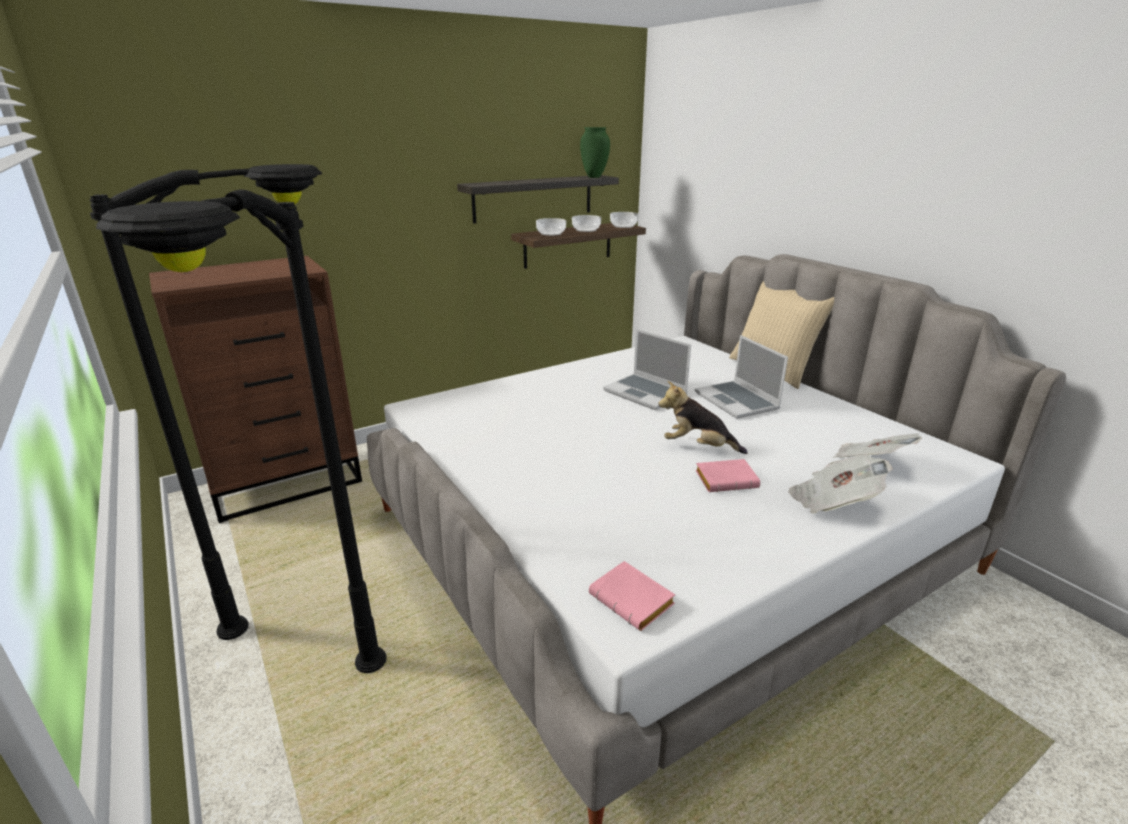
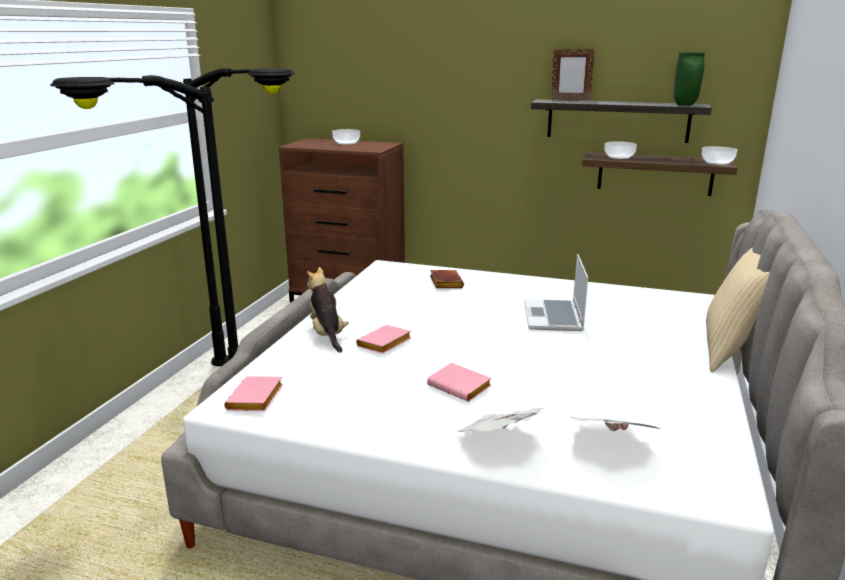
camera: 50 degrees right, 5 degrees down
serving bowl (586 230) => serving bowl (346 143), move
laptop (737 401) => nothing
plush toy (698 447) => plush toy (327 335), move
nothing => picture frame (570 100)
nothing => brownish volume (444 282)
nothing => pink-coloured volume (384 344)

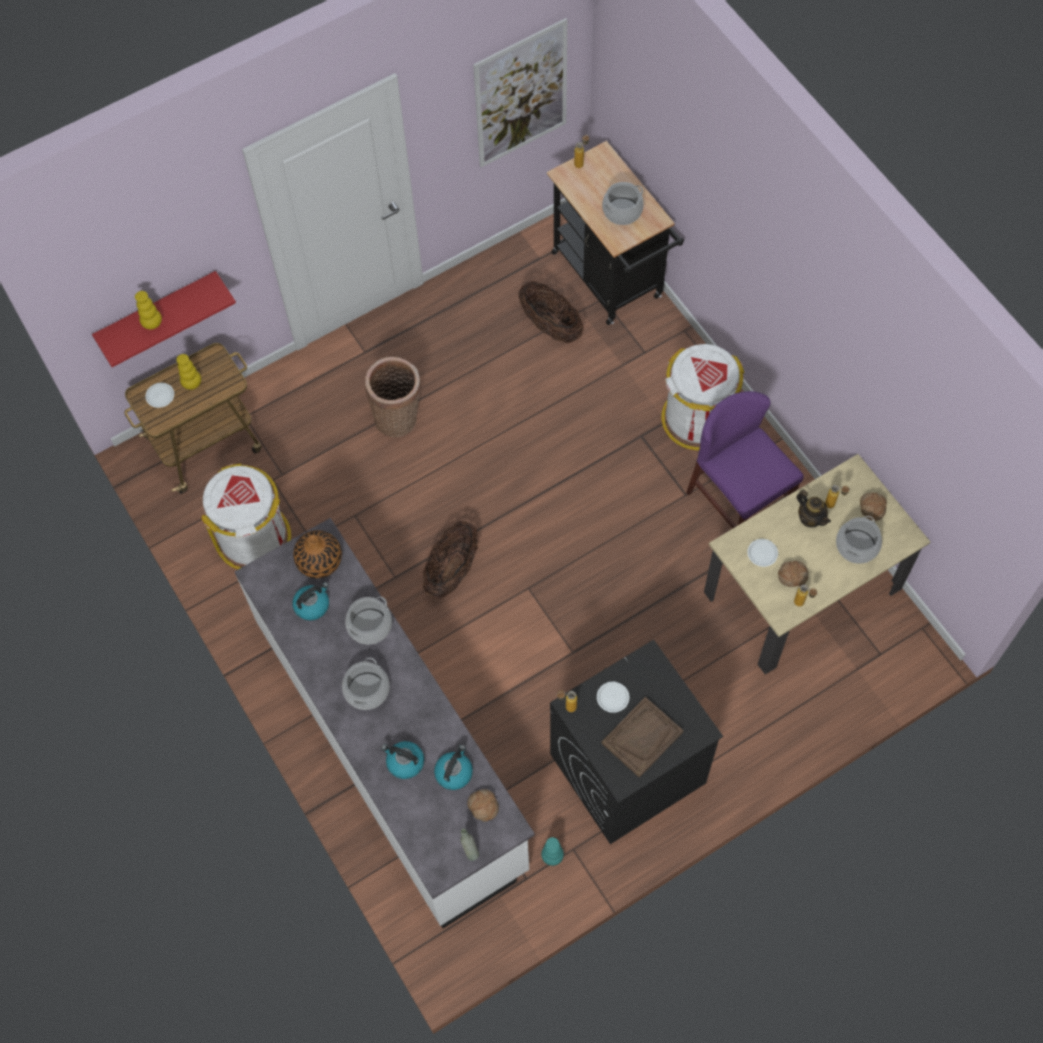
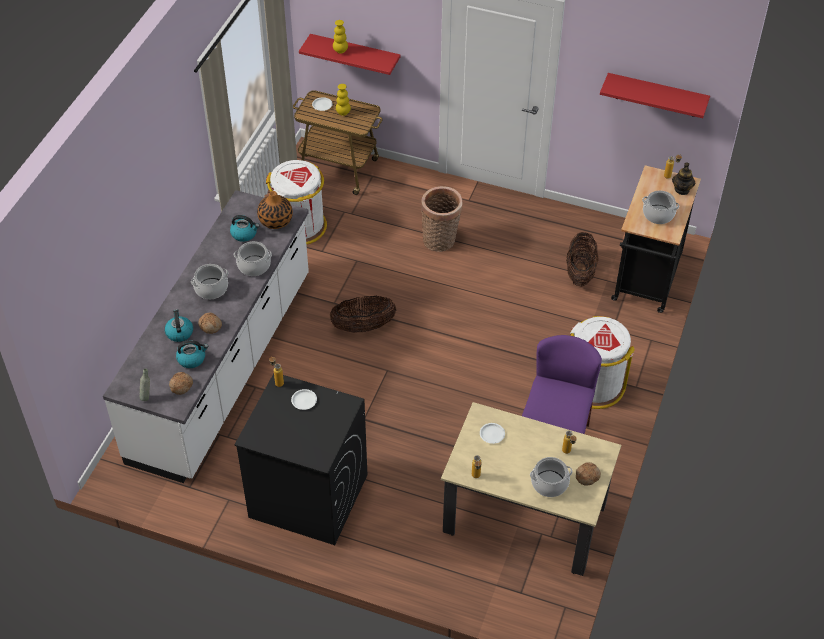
camera: 50 degrees right, 15 degrees down
picture (521 94) => red-coloured shelf (656 95)
teapot (810 518) => teapot (682 189), move
baked bread (792 575) => baked bread (210 325), move
brownish serving tray (642 737) => nothing
turquoise-coloured vase (552 856) => nothing

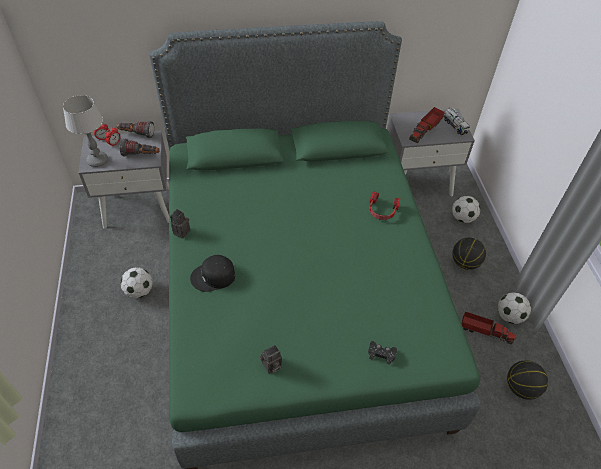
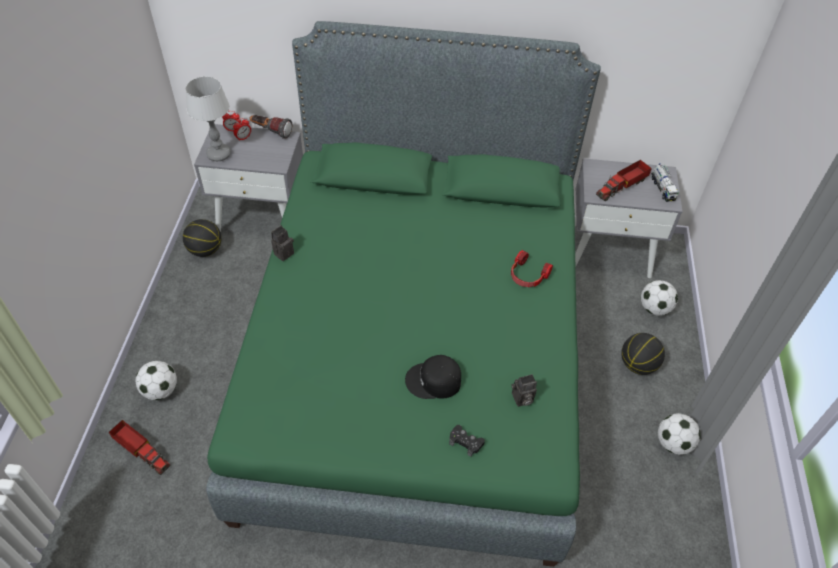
camera: 15 degrees right, 0 degrees up
torch (141 155) => nothing
blackish cap (213 276) => blackish cap (434 381), move
football ball (139 291) => football ball (161 391), move
toy lorry (484 331) => toy lorry (141 451), move
photo camera (271 366) => photo camera (521 399), move
basketball (521 388) => basketball (205 250), move

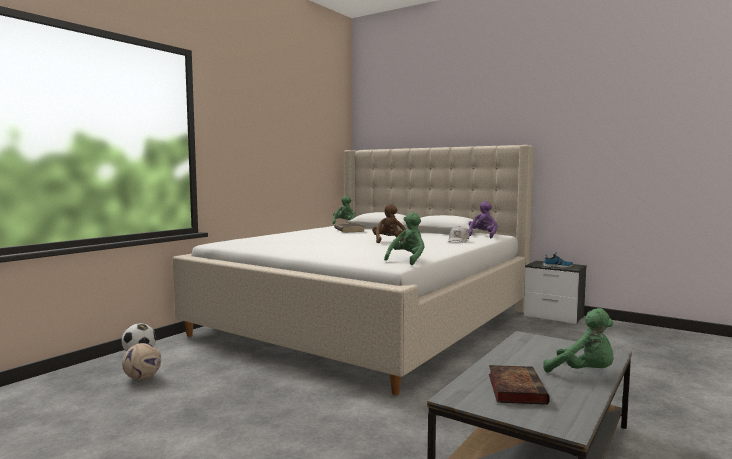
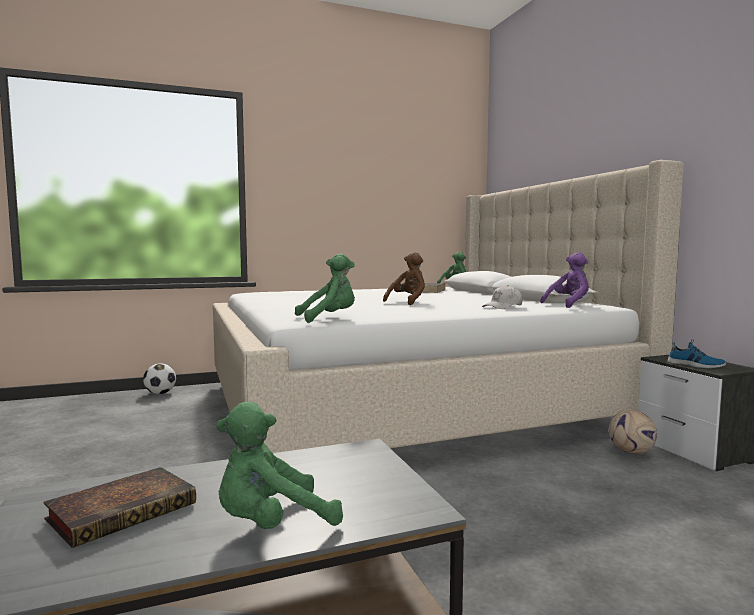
camera: 35 degrees right, 0 degrees up
green plush toy (583 373) => green plush toy (272 524), 75 degrees clockwise
football ball (142 378) => football ball (631 452), move

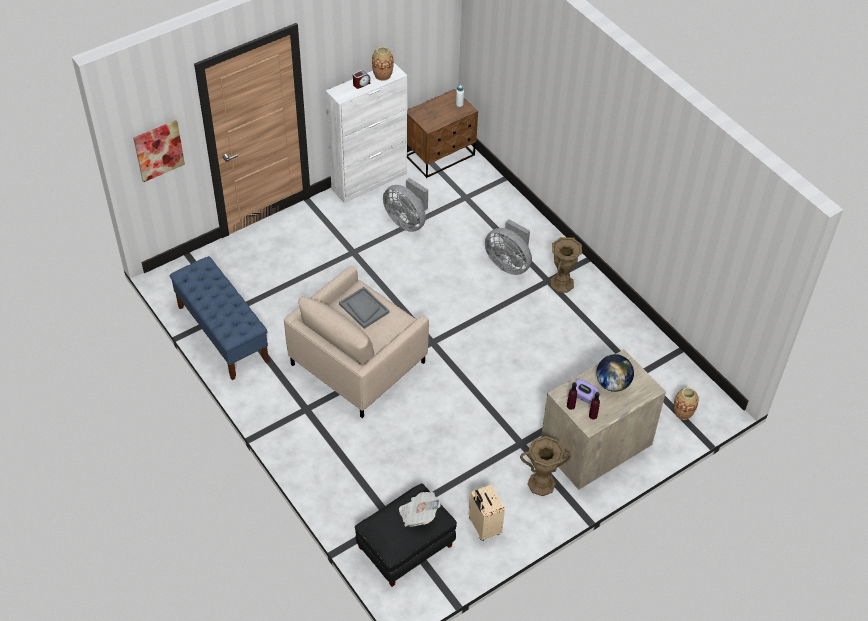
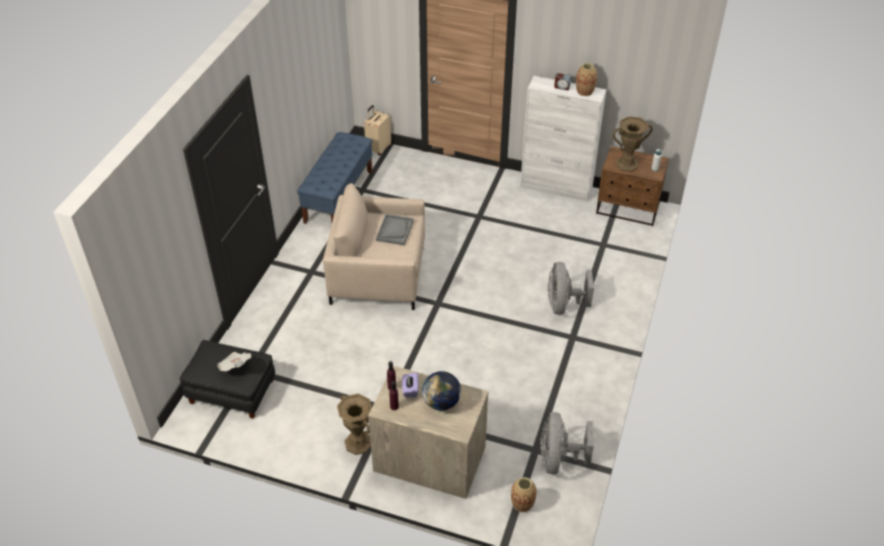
camera: 55 degrees right, 5 degrees down
picture (158 150) => nothing
greyish cooling fan (407 221) => greyish cooling fan (558 459), move
brownish vase (562 284) => brownish vase (627 164), move
beige-coloured suitcase (483 527) => beige-coloured suitcase (378 148), move

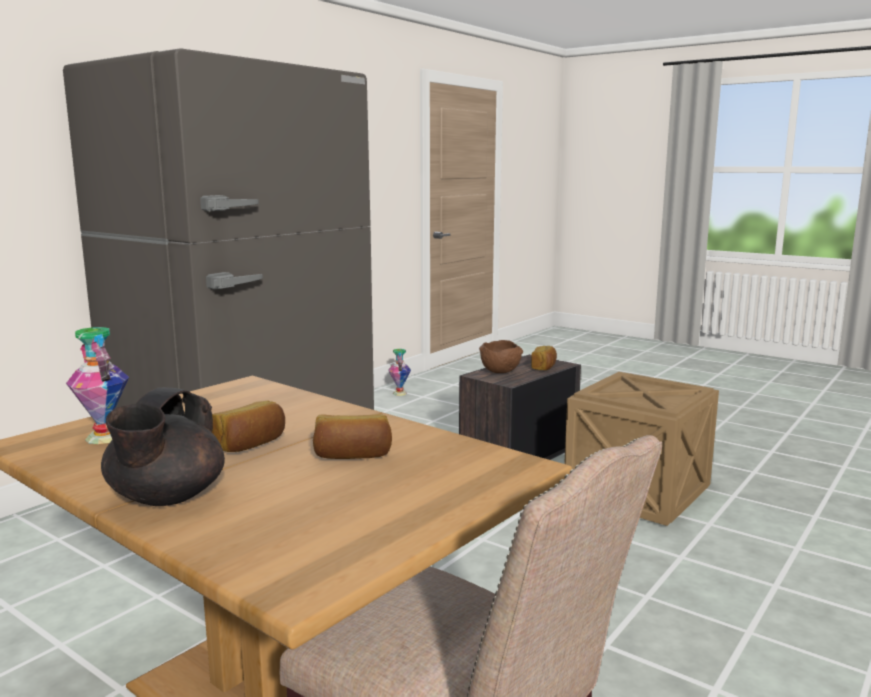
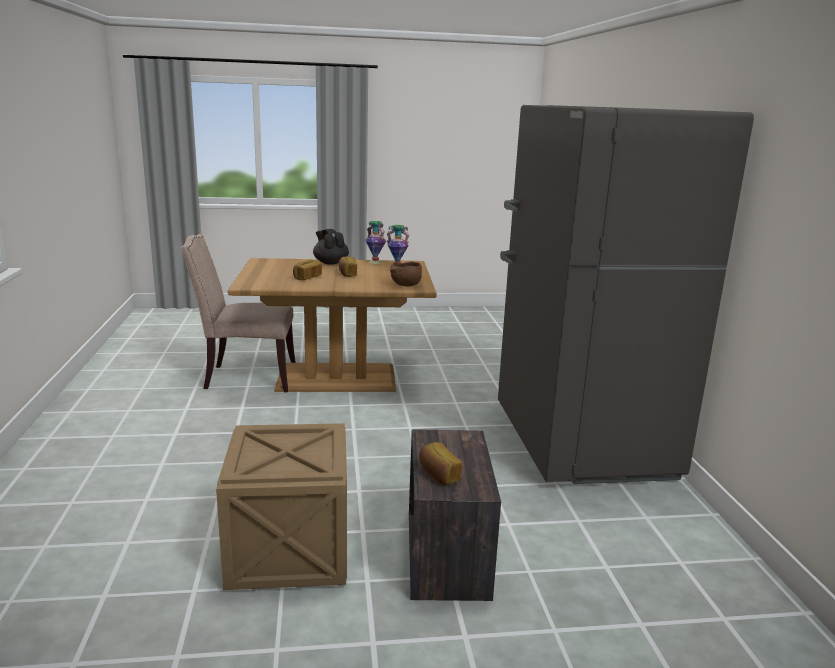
camera: 135 degrees right, 5 degrees up
brownish serving bowl (501 372) => brownish serving bowl (405 286), move
vase (400 393) => vase (375 262), move

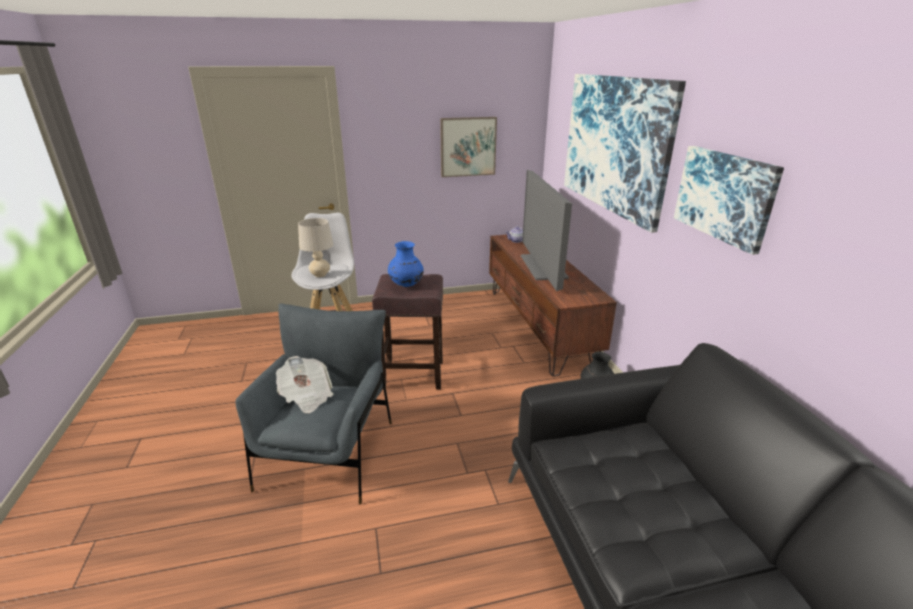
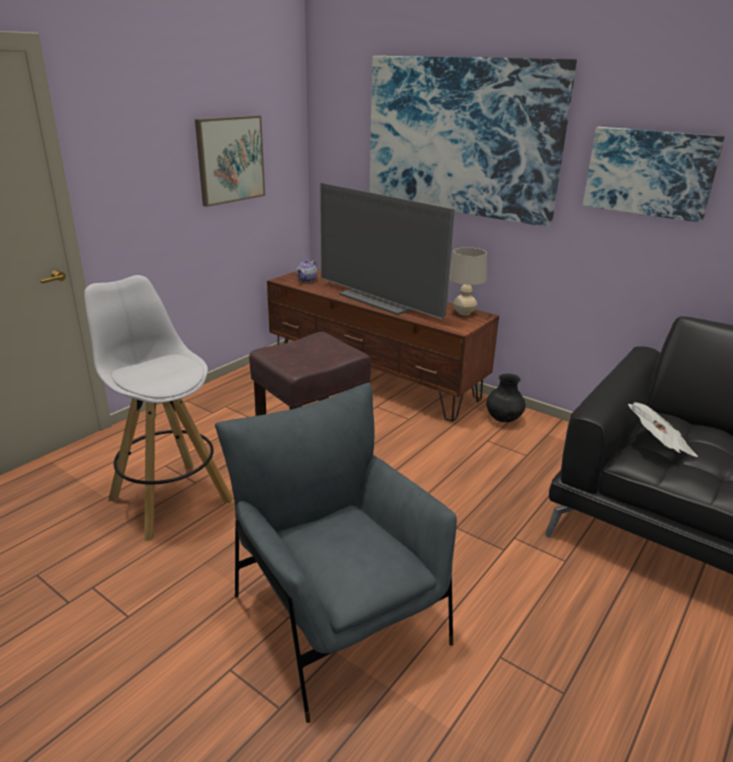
camera: 40 degrees left, 0 degrees up
beige-coloured table lamp (320 275) => beige-coloured table lamp (464 313), move
bluish vase (406 285) => nothing
newspaper (306 396) => newspaper (658 445), move

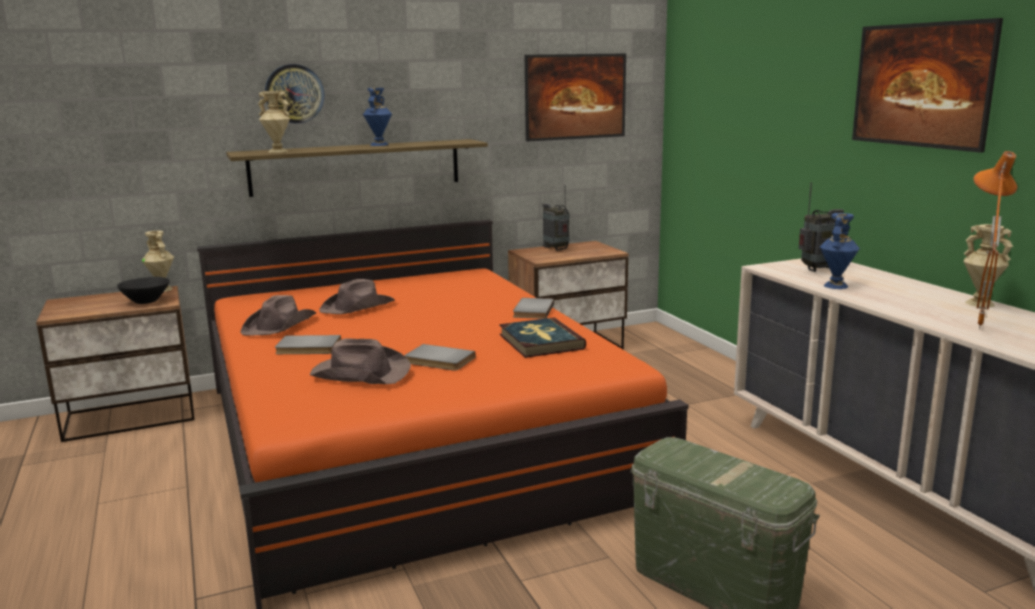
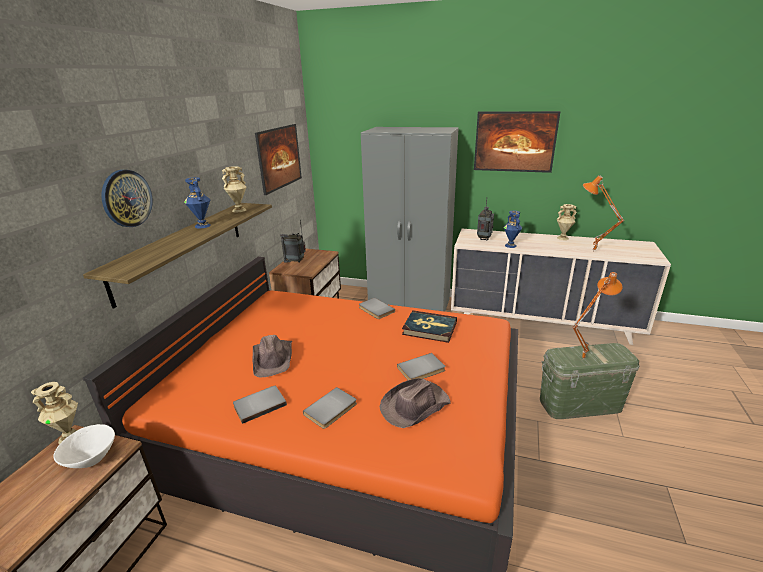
camera: 50 degrees left, 10 degrees up
beige-coloured vase (277 151) => beige-coloured vase (239 210), move
blackish serving bowl (147 301) => white-coloured serving bowl (92 458)
brownish hat (280 325) => greyish volume (259 404)
nothing => greyish armoire (410 304)
nothing => orangey table lamp (581 358)

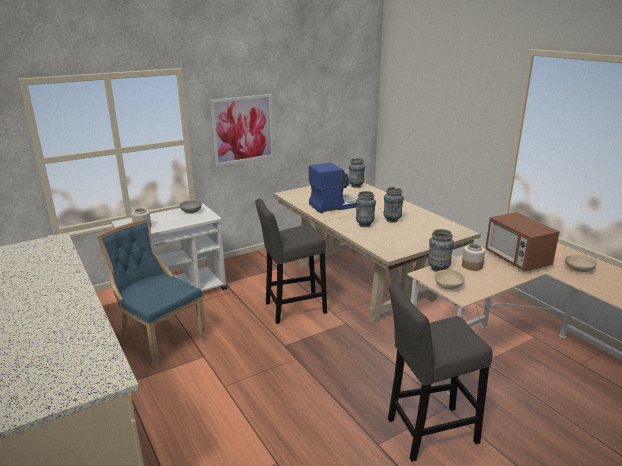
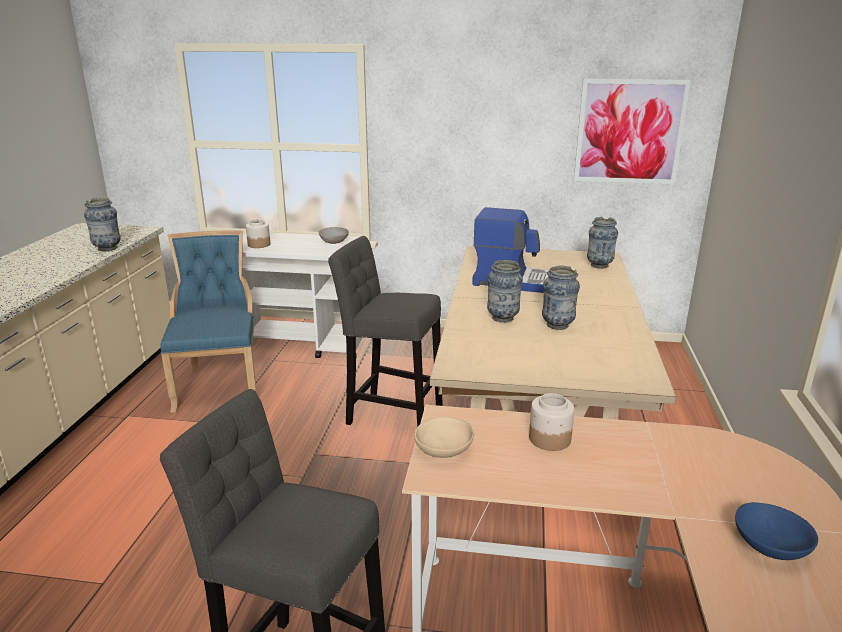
camera: 40 degrees right, 0 degrees up
picture (243 129) => picture (629 132), move
microwave (517 260) => nothing
vase (438 269) => vase (107 248), move
beige-coloured serving bowl (578 270) => bluish serving bowl (769 547)

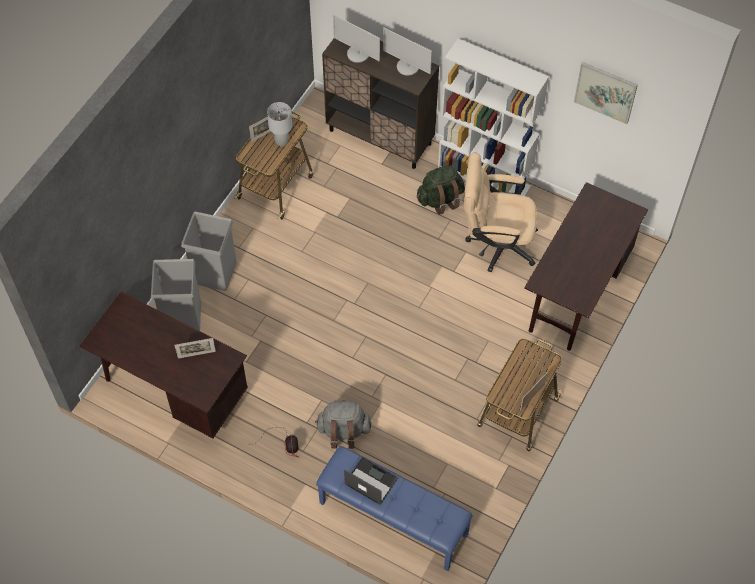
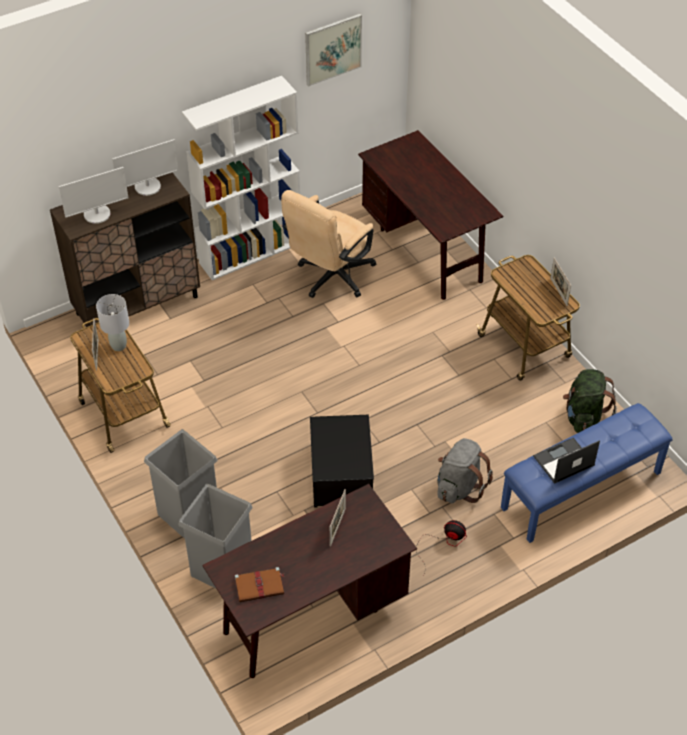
camera: 60 degrees left, 10 degrees down
green rucksack (440 199) => green rucksack (584 417), move
nothing => storage box (342 474)
nothing => brownish volume (260 586)

